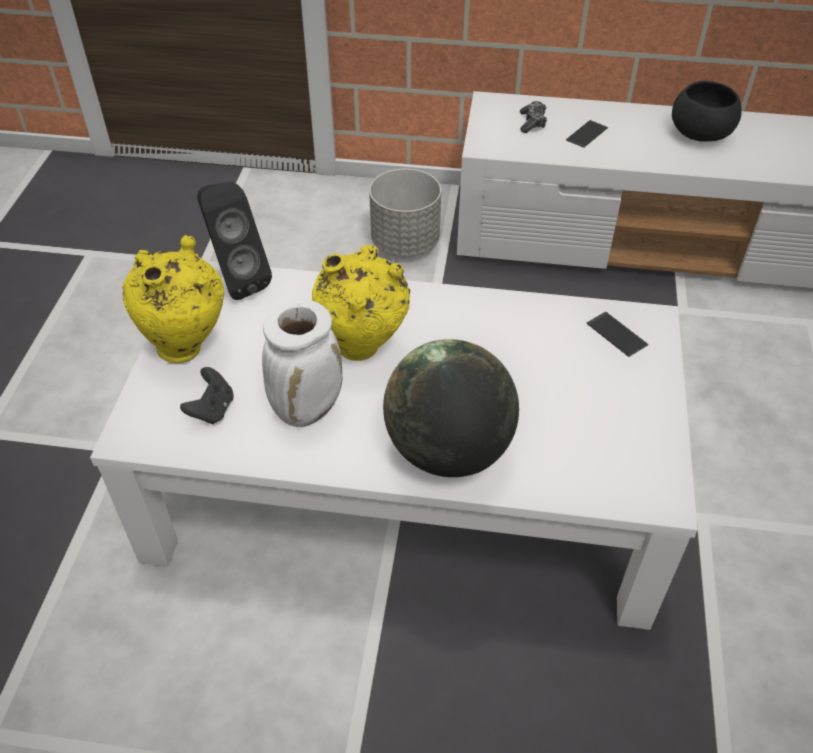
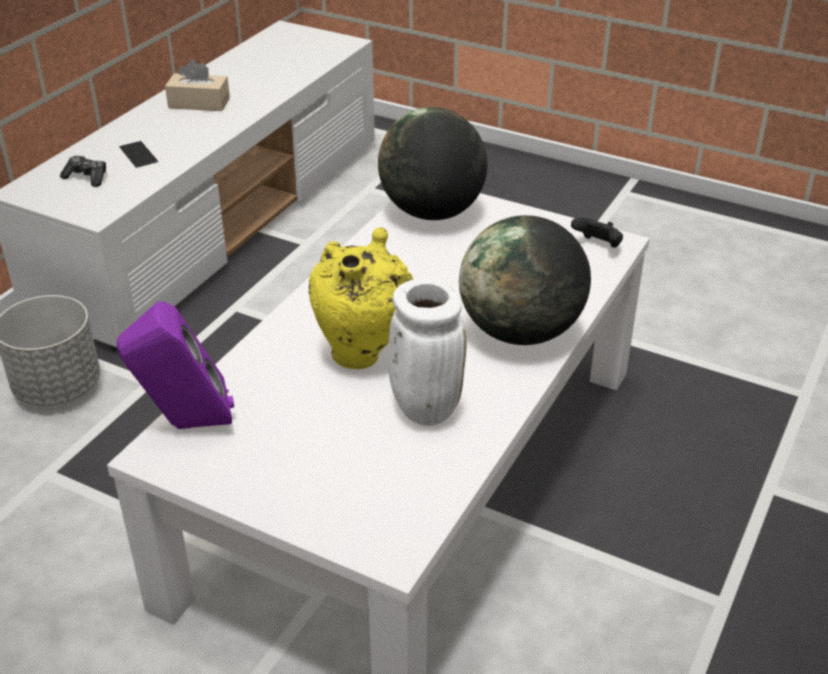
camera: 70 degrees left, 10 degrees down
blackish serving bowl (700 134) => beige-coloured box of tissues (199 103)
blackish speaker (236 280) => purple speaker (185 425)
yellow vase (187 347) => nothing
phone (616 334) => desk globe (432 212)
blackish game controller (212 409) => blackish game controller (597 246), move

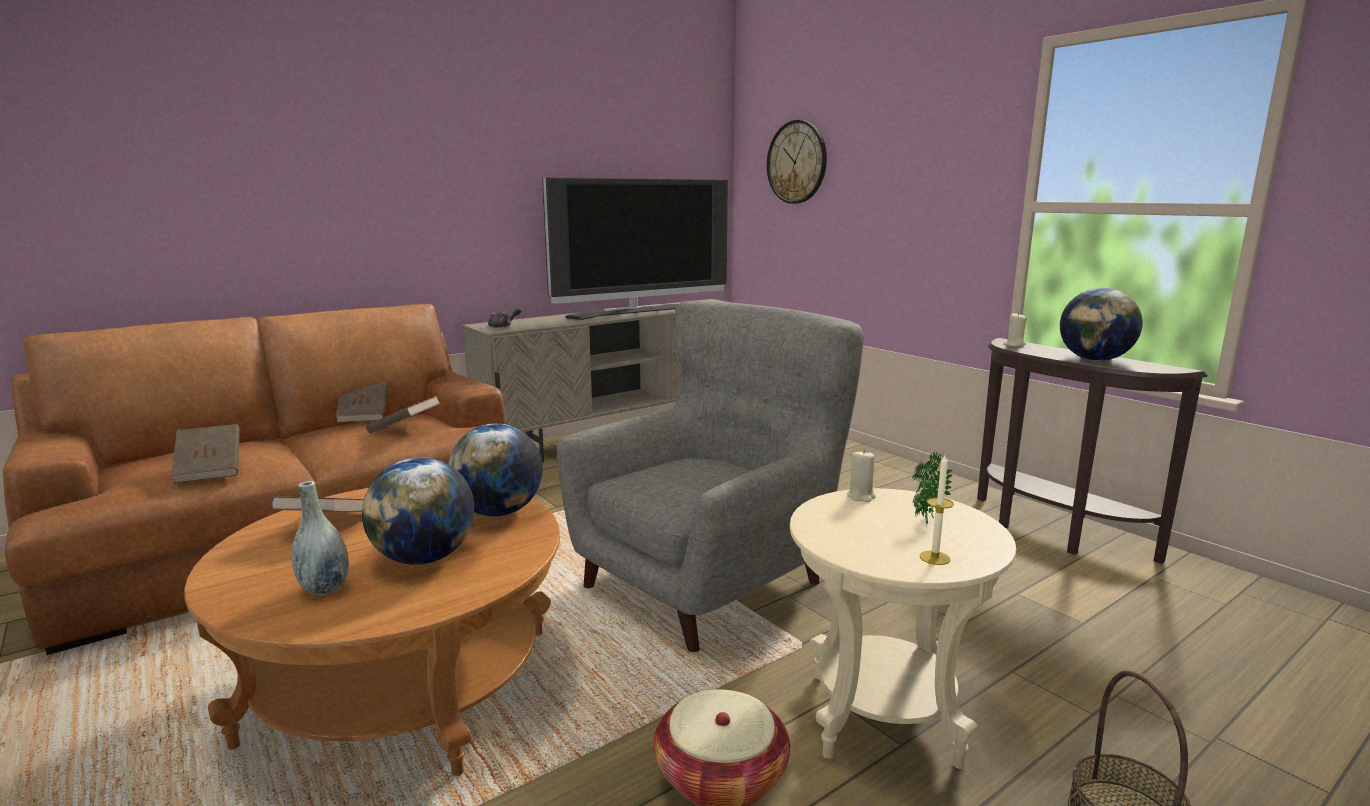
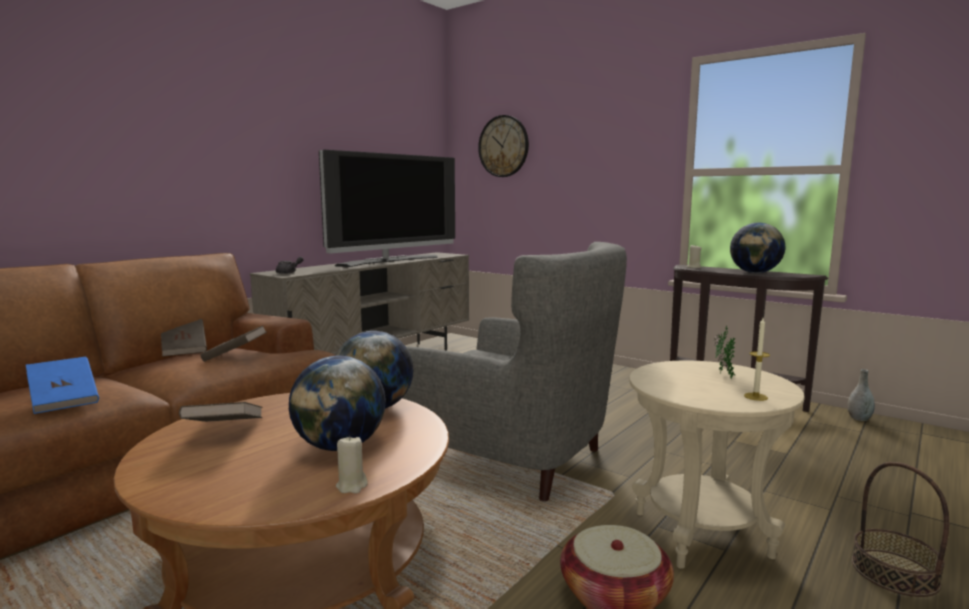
camera: 15 degrees left, 5 degrees down
greyish lounge chair (709 581) => greyish lounge chair (515 458), 90 degrees clockwise
brownish volume (210 470) => bluish volume (64 400)
beige-coloured wax light (861 496) => beige-coloured wax light (352 486), move
greyish vase (324 588) => greyish vase (859 418), move

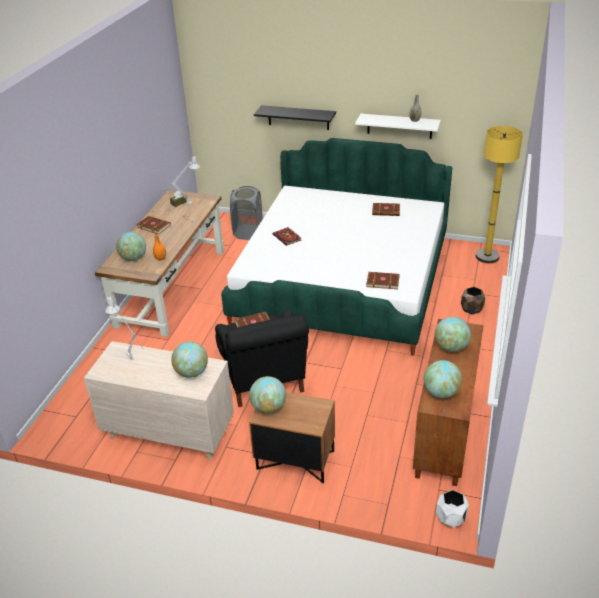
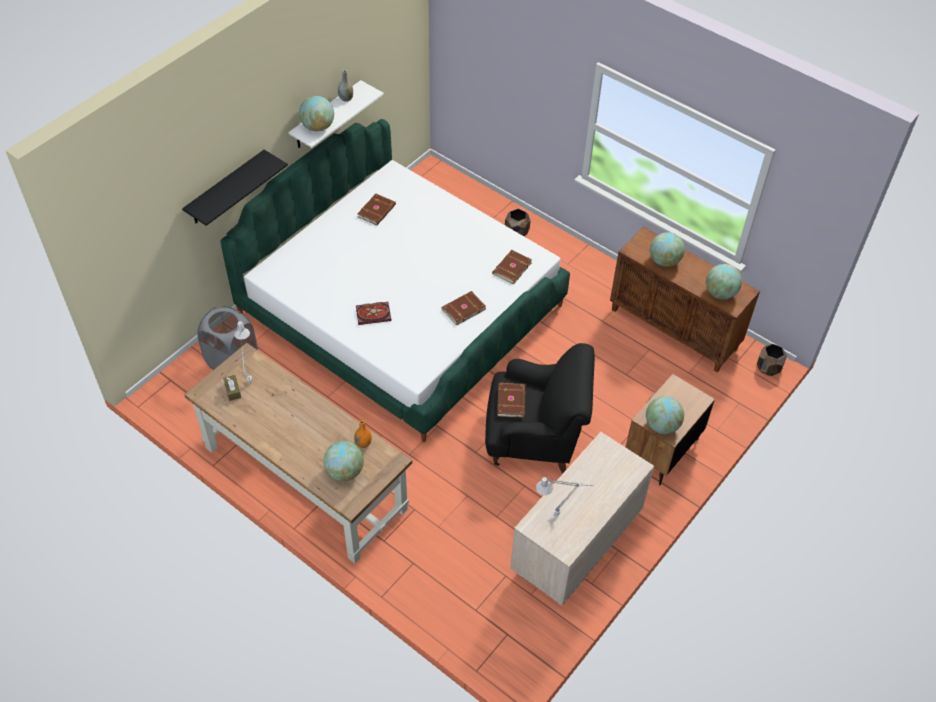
camera: 70 degrees left, 15 degrees up
yellow floor lamp (487 256) => nothing
brownish volume (154 226) => brownish volume (463 309), move
desk globe (191 372) => desk globe (318 127), move
white-coloured planter (450 518) => brownish planter (768 368)

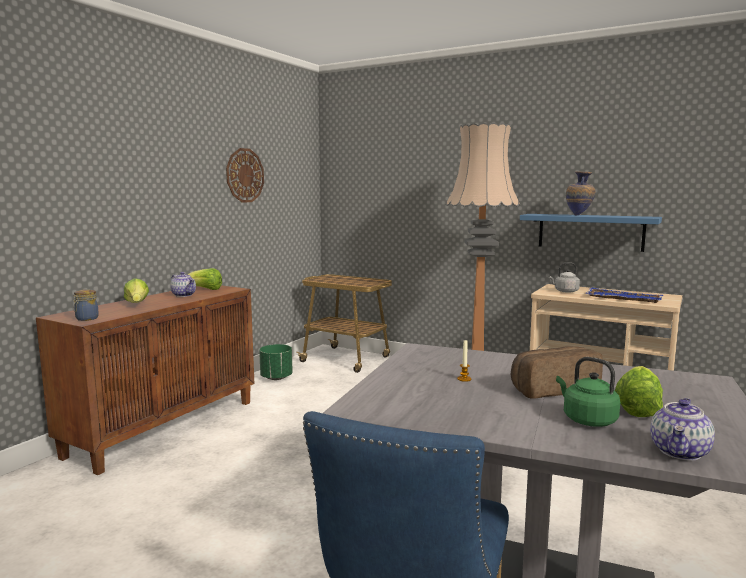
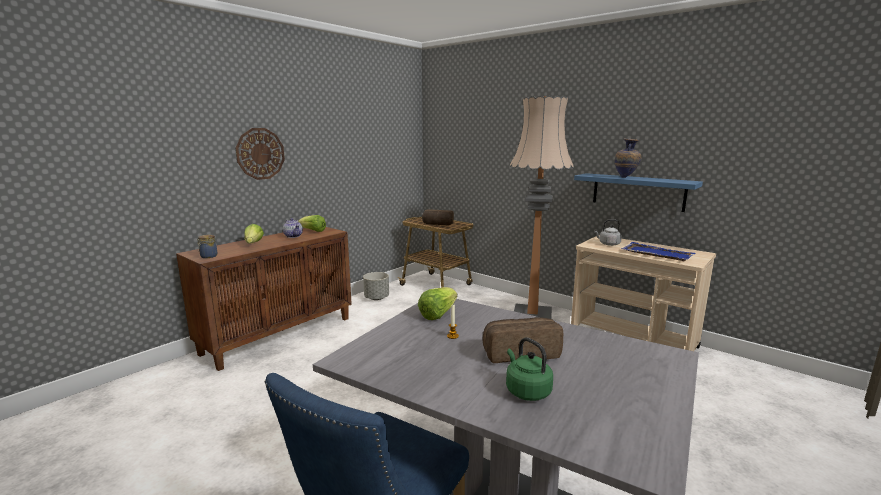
camera: 10 degrees right, 5 degrees up
wall clock (245 175) => wall clock (260 153), move
green planter (276 377) => greyish planter (377 298)
lettuce (637 408) => lettuce (438 314), move
teapot (680 452) => nothing
nothing => baked bread (437 224)

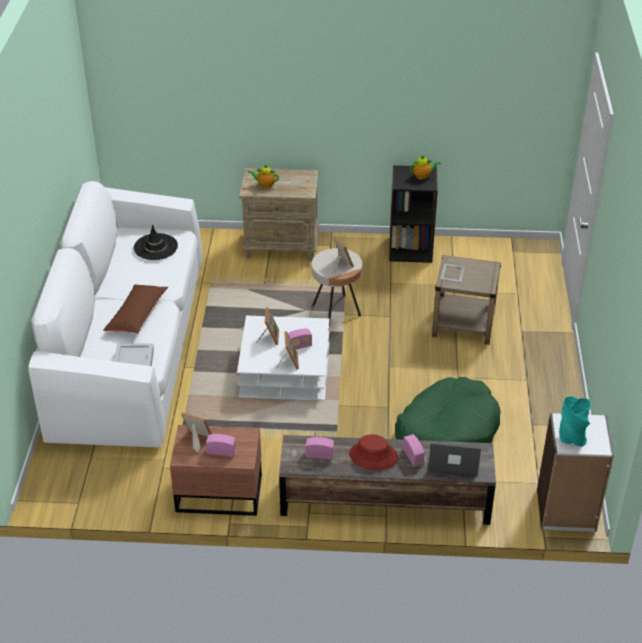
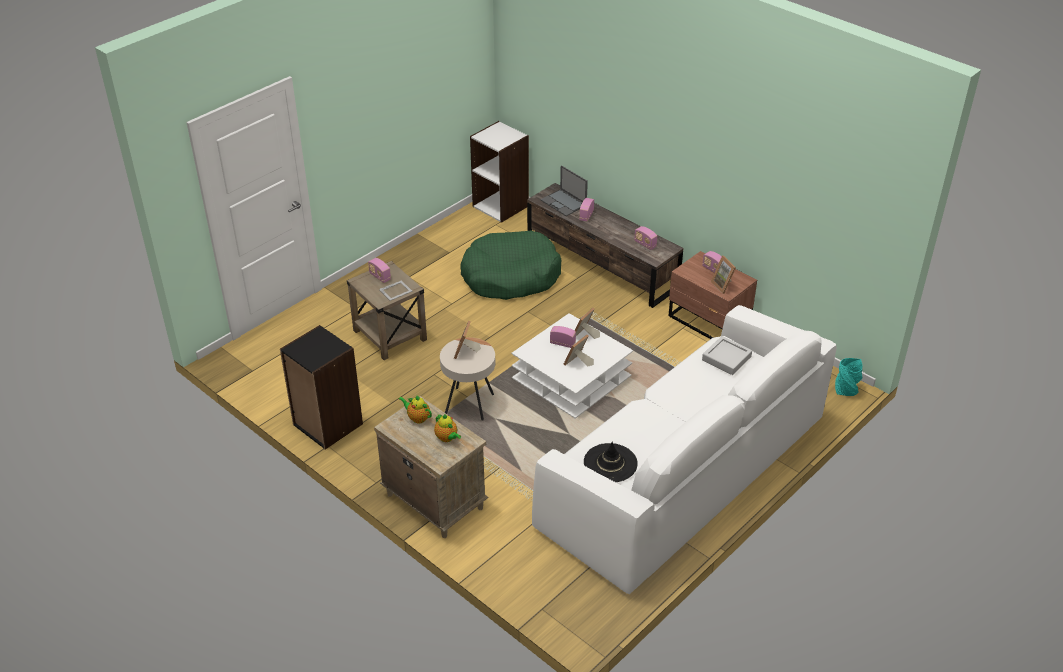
camera: 140 degrees left, 0 degrees up
teapot (423 176) => teapot (417 418), move
brownish cushion (137 315) => nothing
turquoise-coloured vase (572 436) => turquoise-coloured vase (846 390), move
red-coloured hat (373 456) => nothing
nothing => radio (380 277)

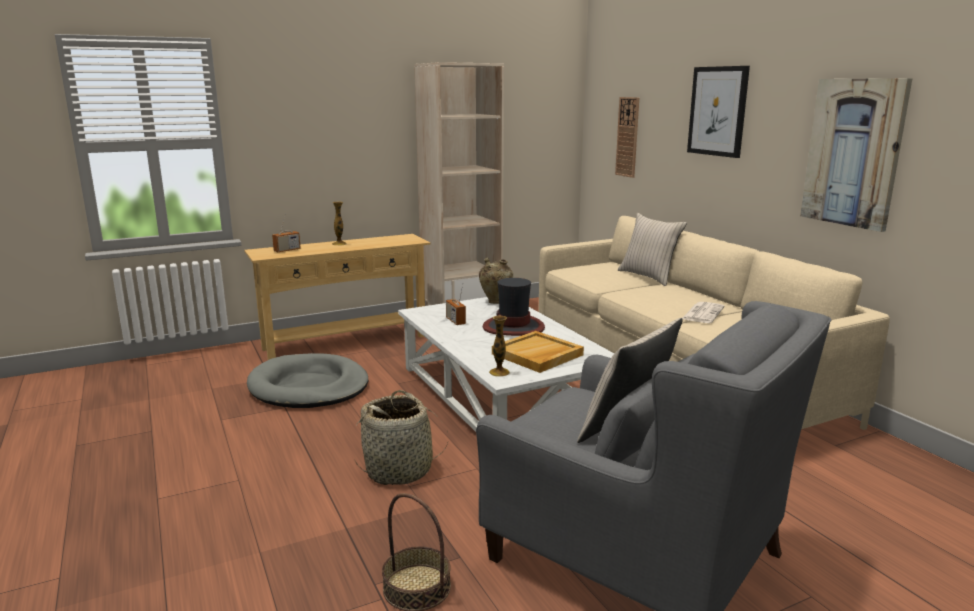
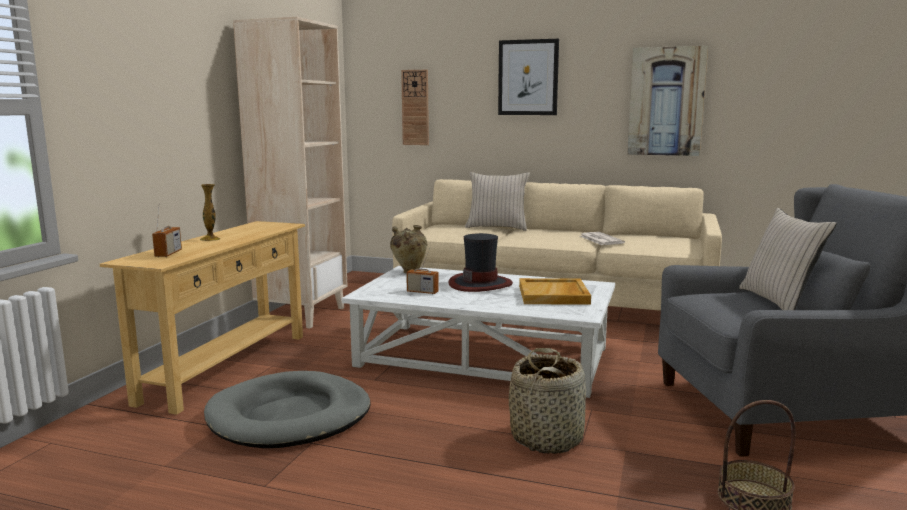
camera: 45 degrees left, 5 degrees down
vase (499 372) => nothing

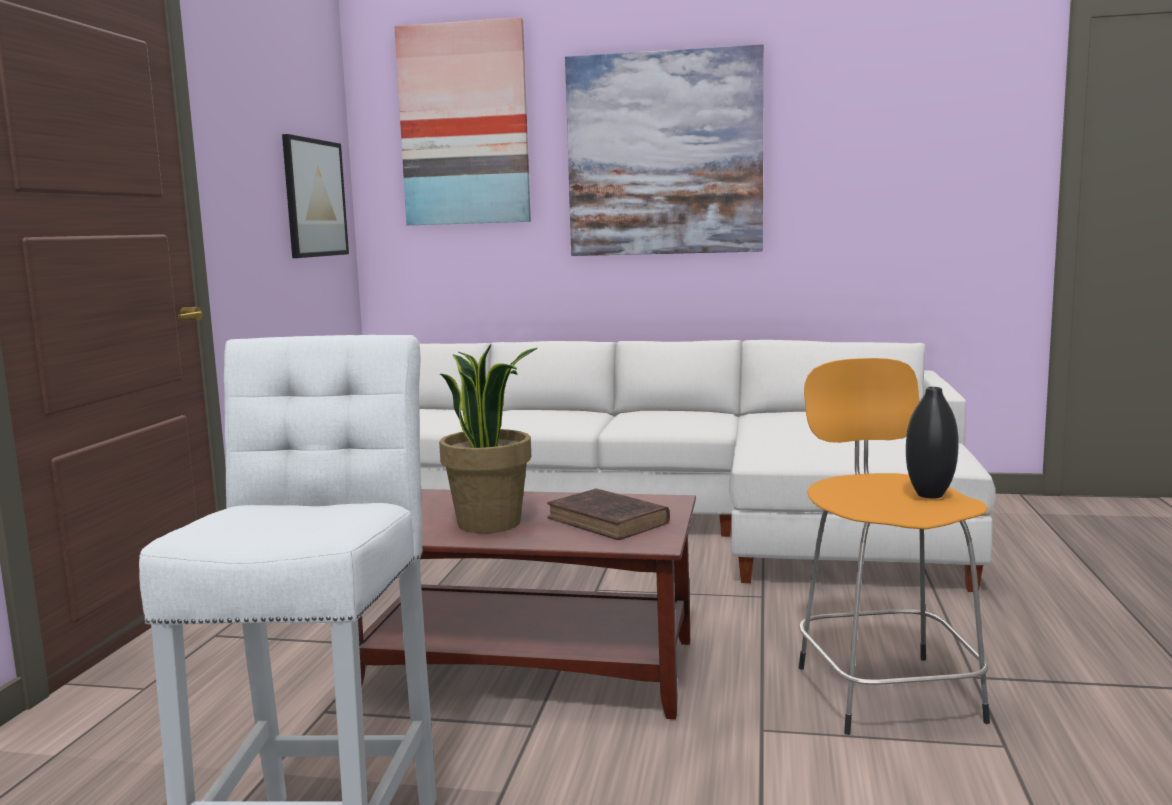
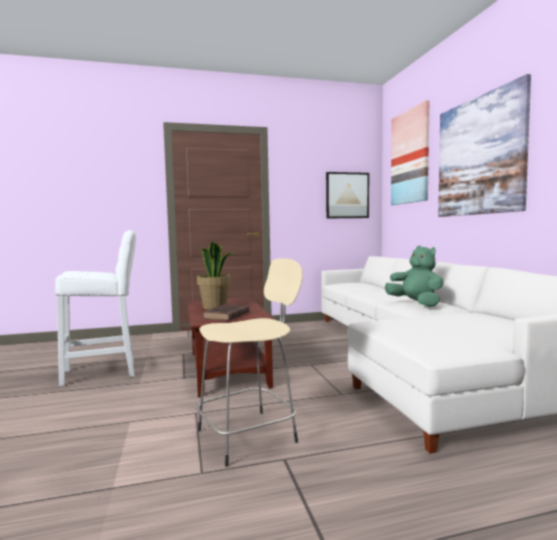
camera: 65 degrees right, 5 degrees down
orangey stool (885 690) => beige-coloured stool (250 435)
blackish vase (930 495) => nothing
nothing => green plush toy (416 304)

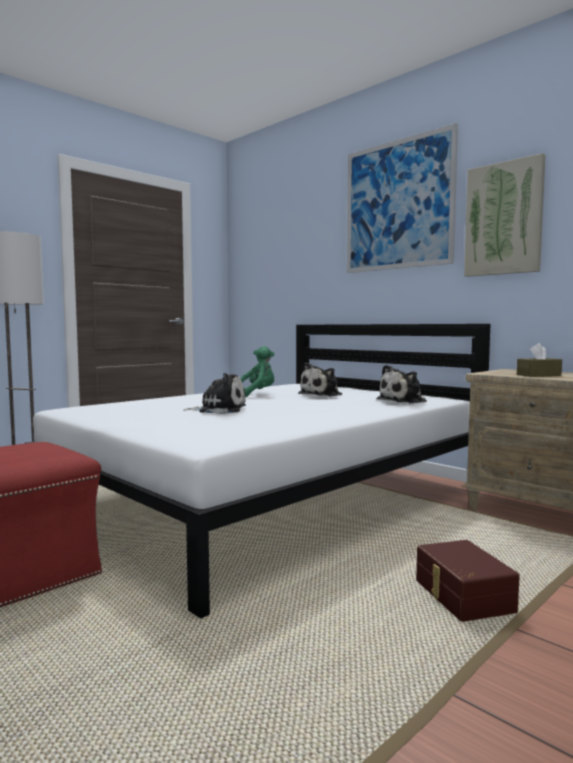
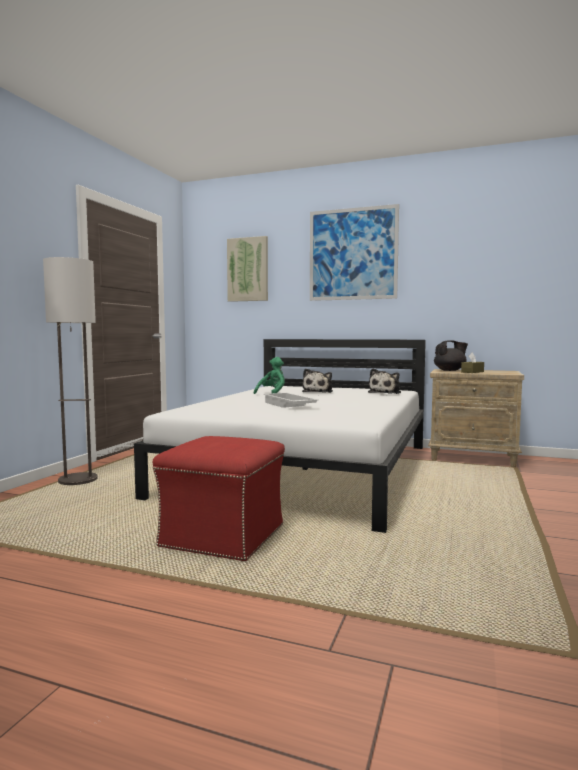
camera: 25 degrees left, 0 degrees up
picture (504 219) => picture (248 269), move
plush toy (219 410) => white-coloured serving tray (288 405)
brownish storage box (461 597) => nothing
nothing => blackish teapot (450 370)

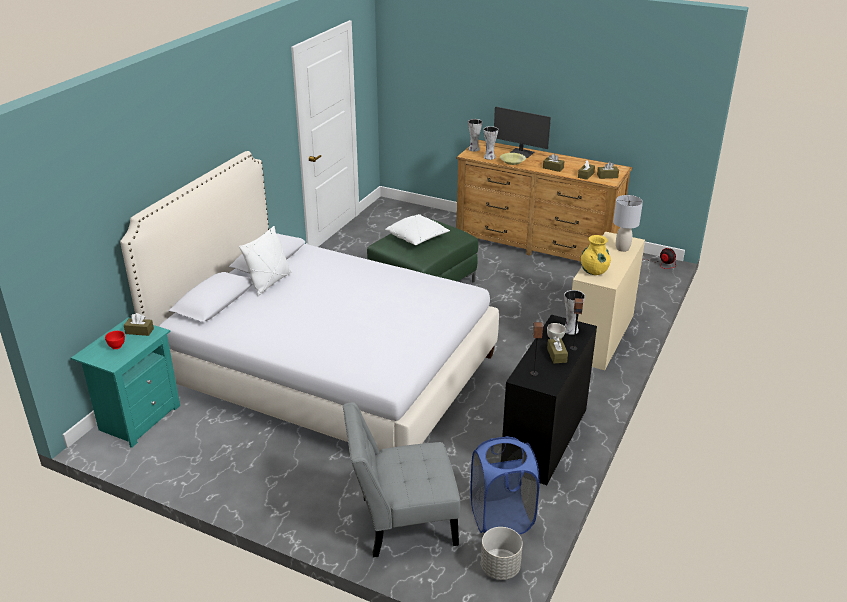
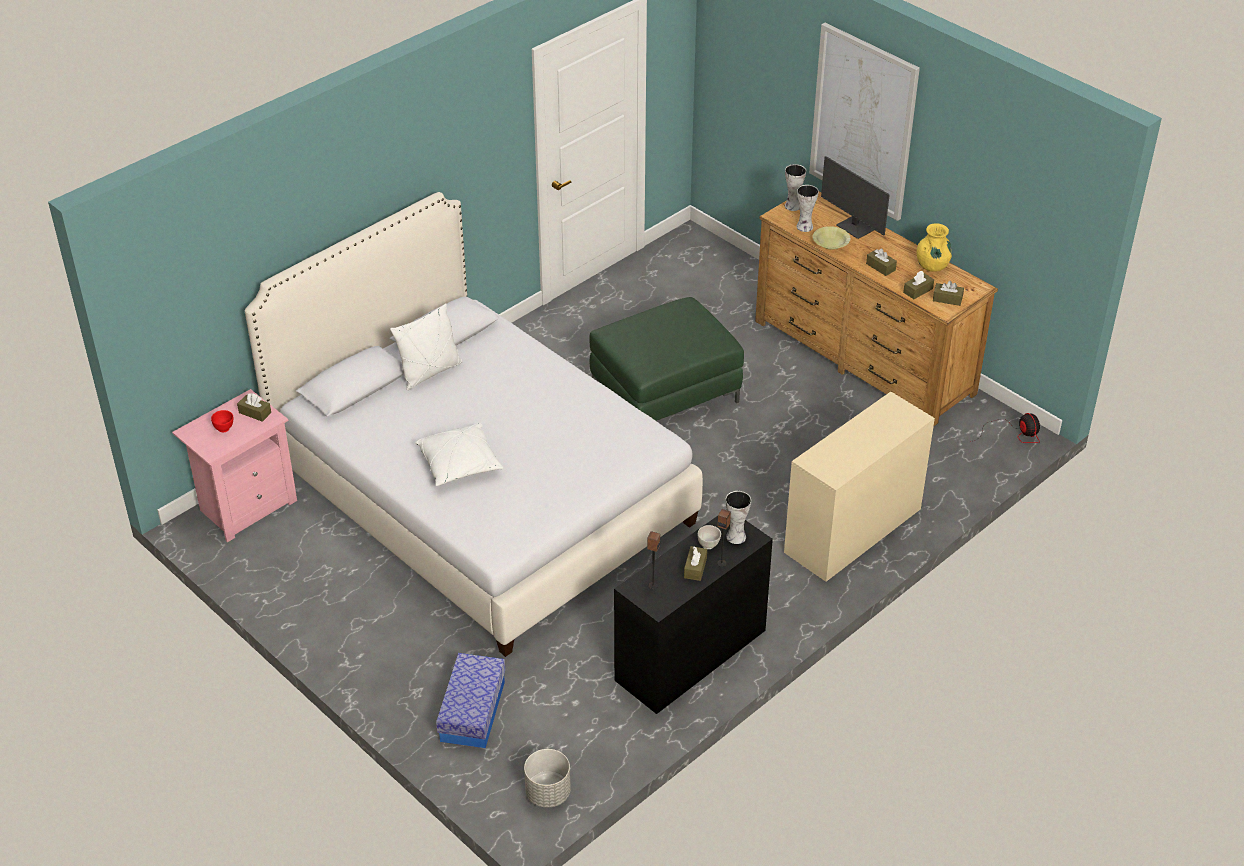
camera: 20 degrees right, 10 degrees up
greyish table lamp (622 248) => nothing
white-coloured cushion (417 238) => white-coloured cushion (460 465), move
yellow vase (594 271) => yellow vase (932 266), move
turquoise-coloured bedside table (138 418) => pink-coloured bedside table (246 506)
greyish plain chair (402 521) => storage box (472 711)
bluish washing basket (501 519) => nothing
nothing => picture (863 122)

